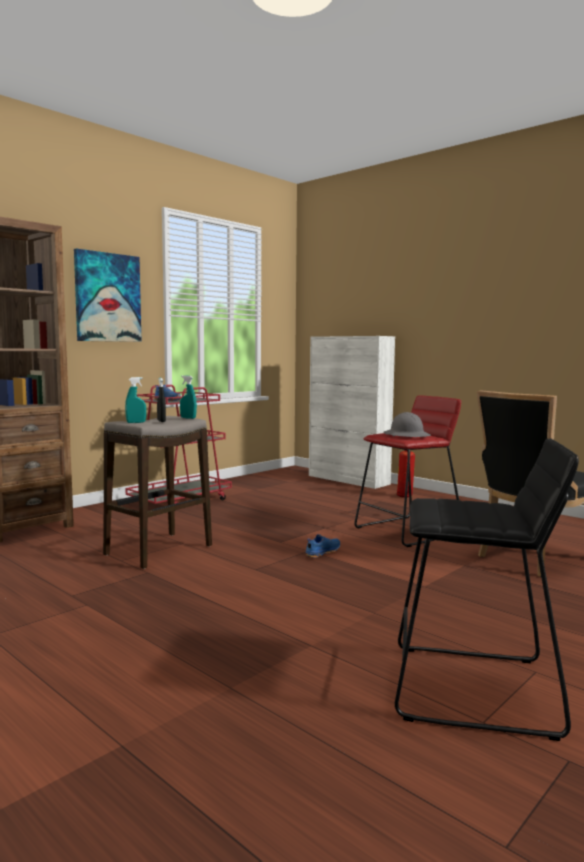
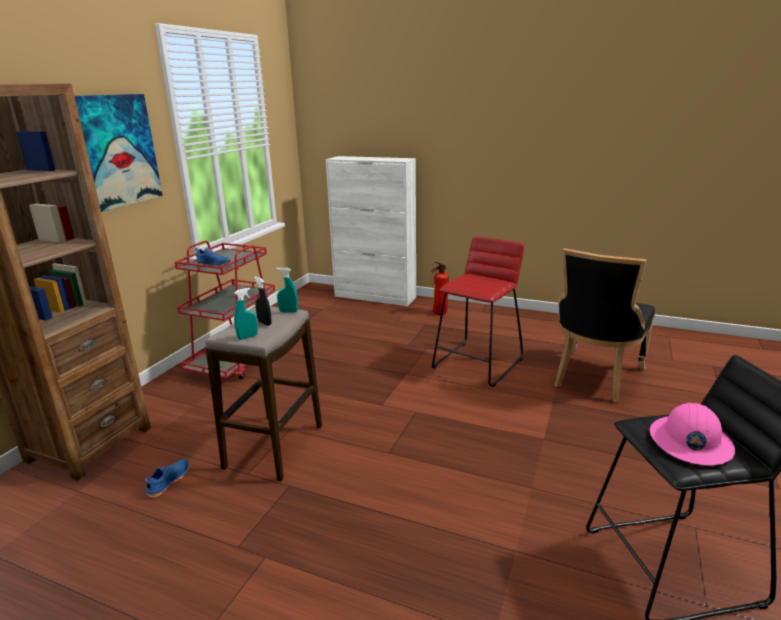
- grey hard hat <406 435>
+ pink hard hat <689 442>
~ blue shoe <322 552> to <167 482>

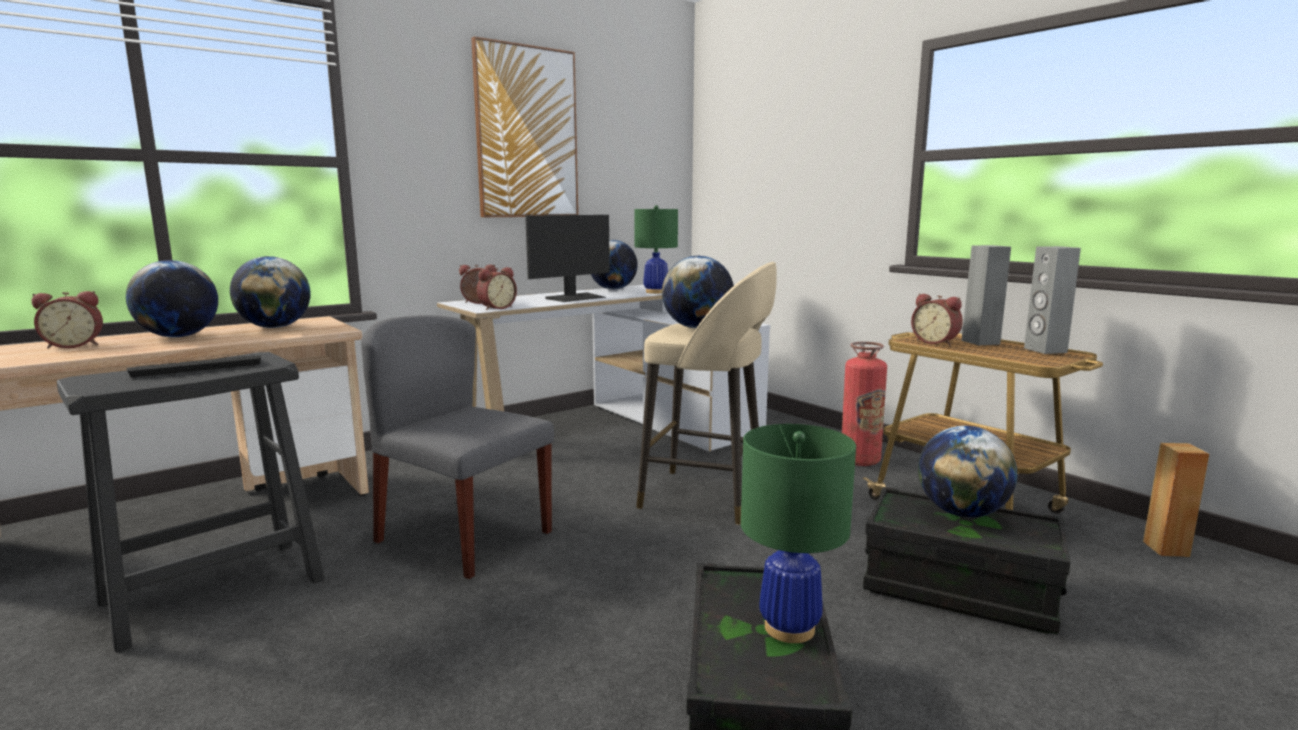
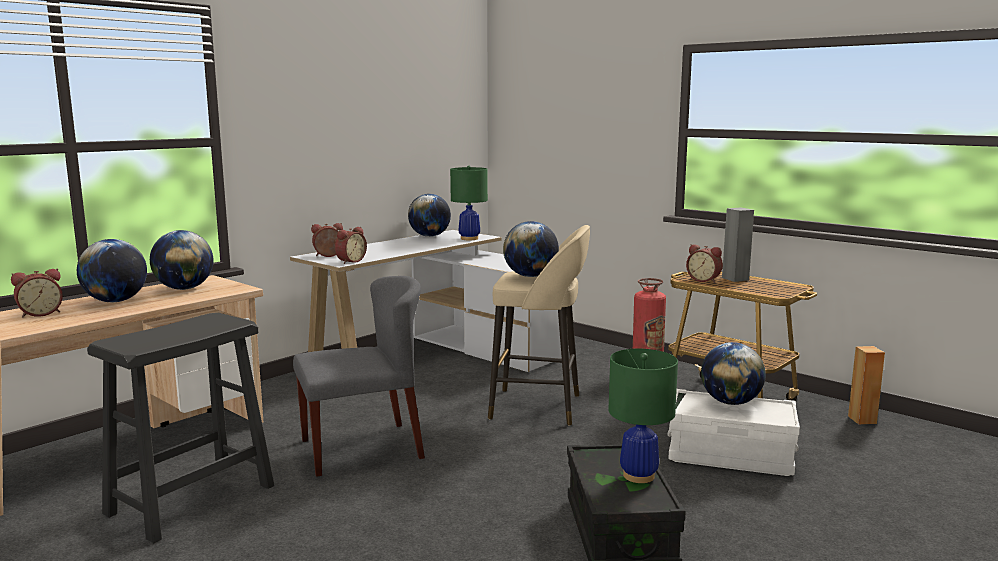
- keyboard <198 367>
- picture <526 133>
- monitor <575 298>
- grey speaker <1044 350>
~ black storage box <958 589> to white storage box <730 455>
~ grey chair <463 536> = <362 448> 135 degrees clockwise

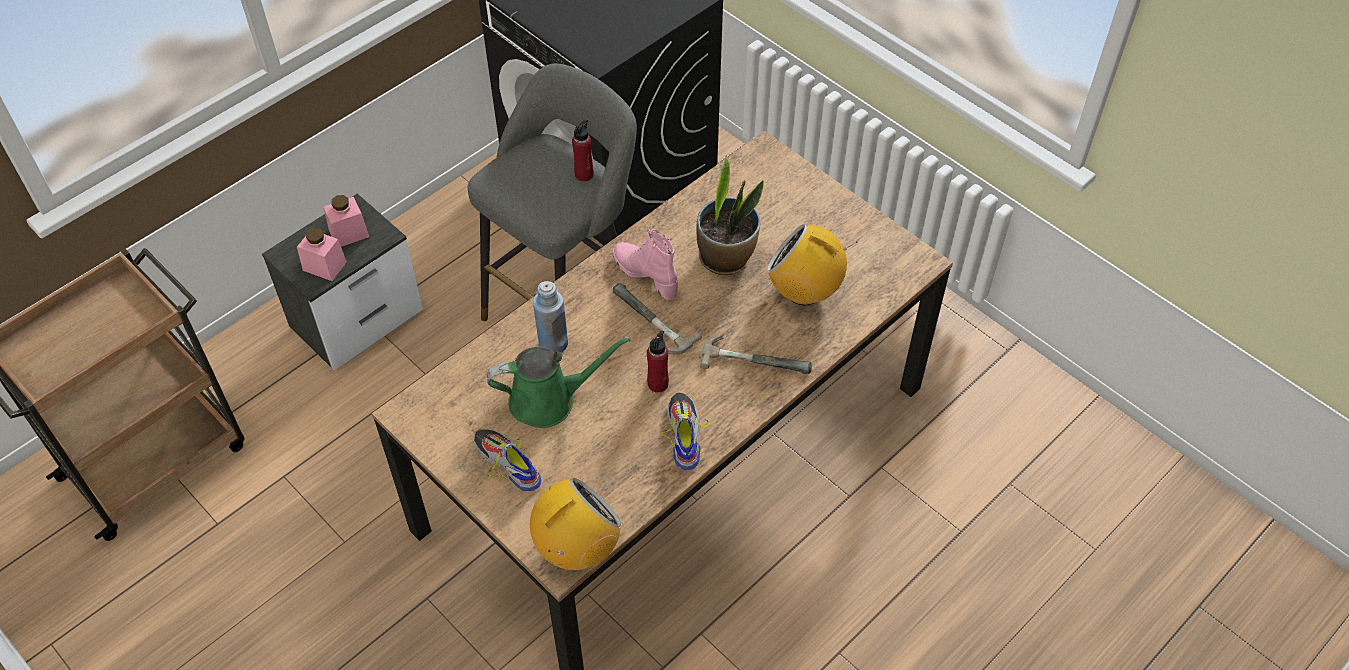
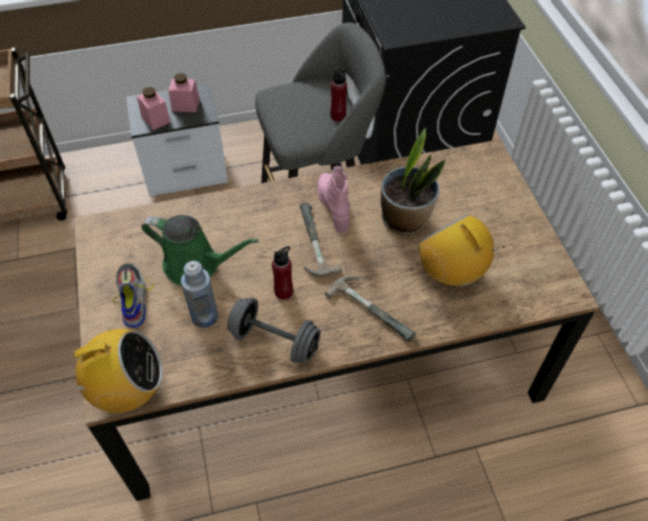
~ blue bottle <553 343> to <204 316>
~ shoe <684 434> to grey dumbbell <275 341>

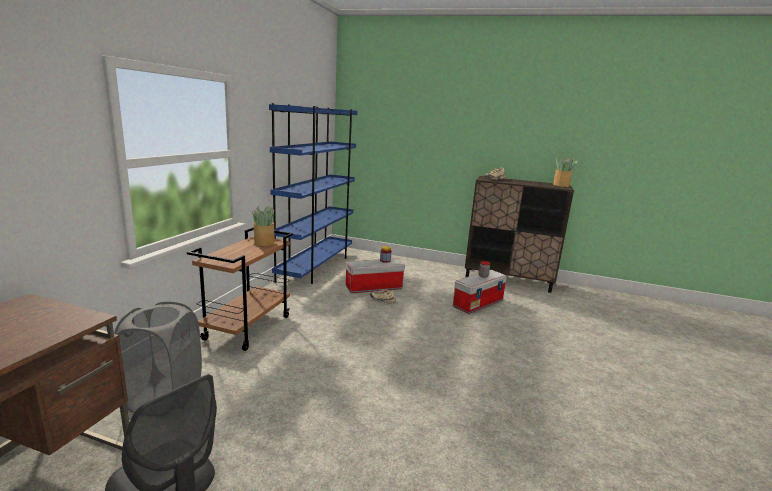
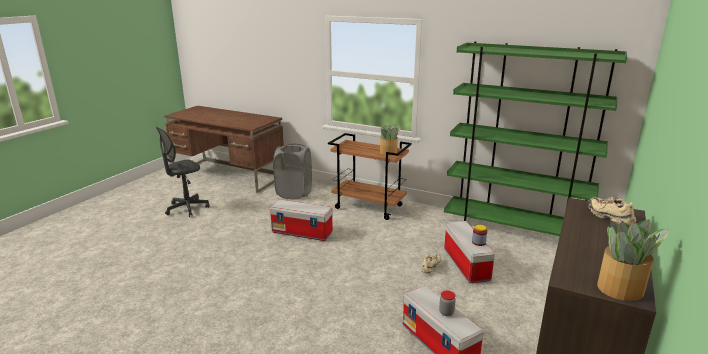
+ storage box <303 232>
~ blue bookcase <316 267> to green bookcase <513 231>

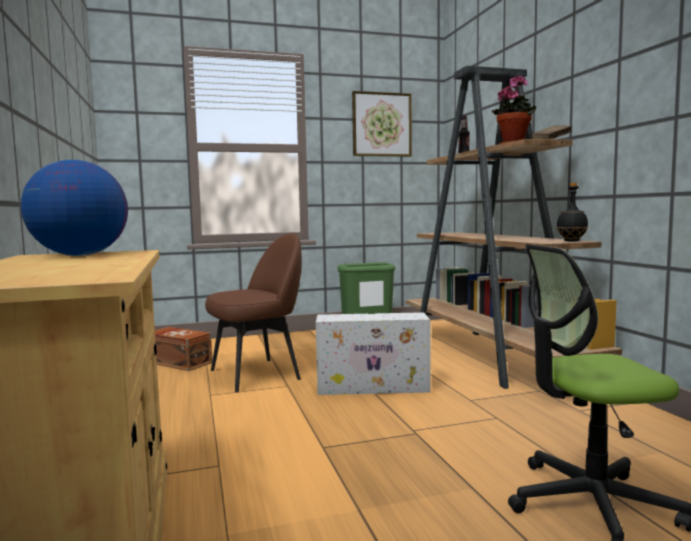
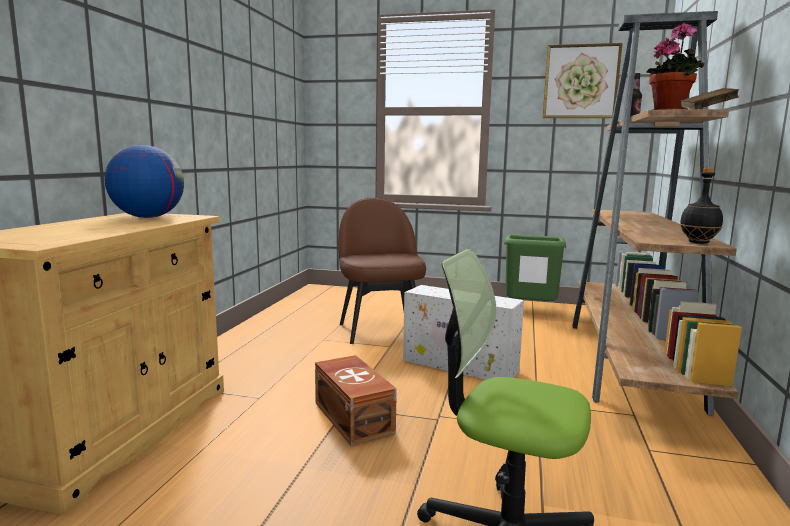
~ brown storage box <179 362> to <354 416>
~ brown chair <257 374> = <380 330> 105 degrees counterclockwise

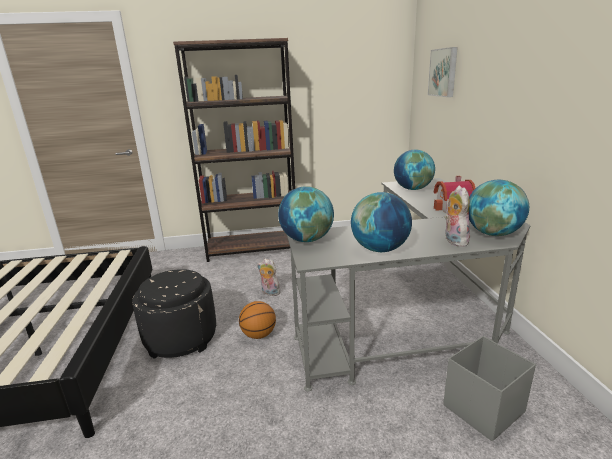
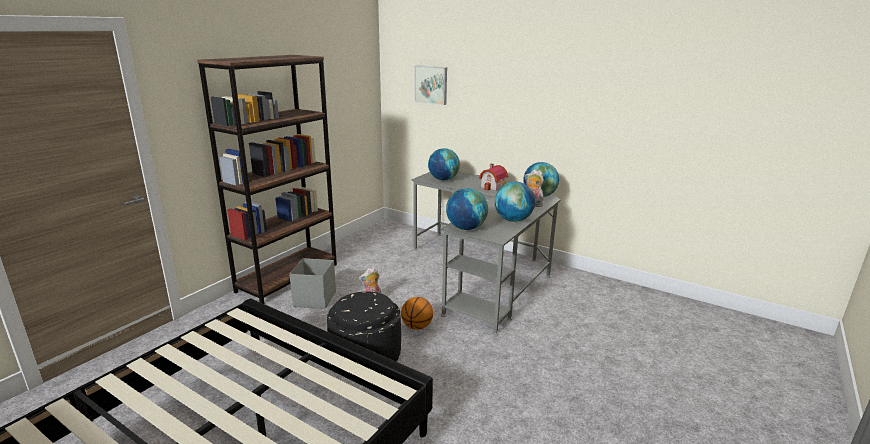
~ grey storage box <482 409> to <314 299>

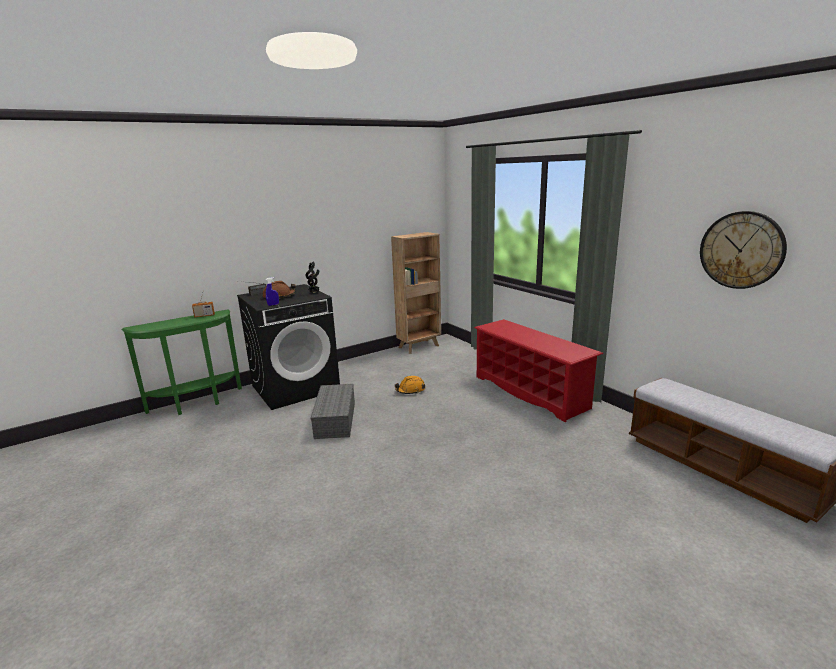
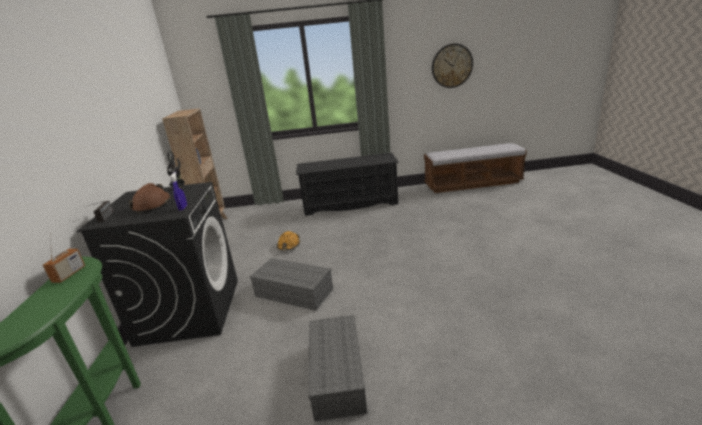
+ grey storage box <339 376>
~ red shoe rack <530 392> to black shoe rack <350 204>

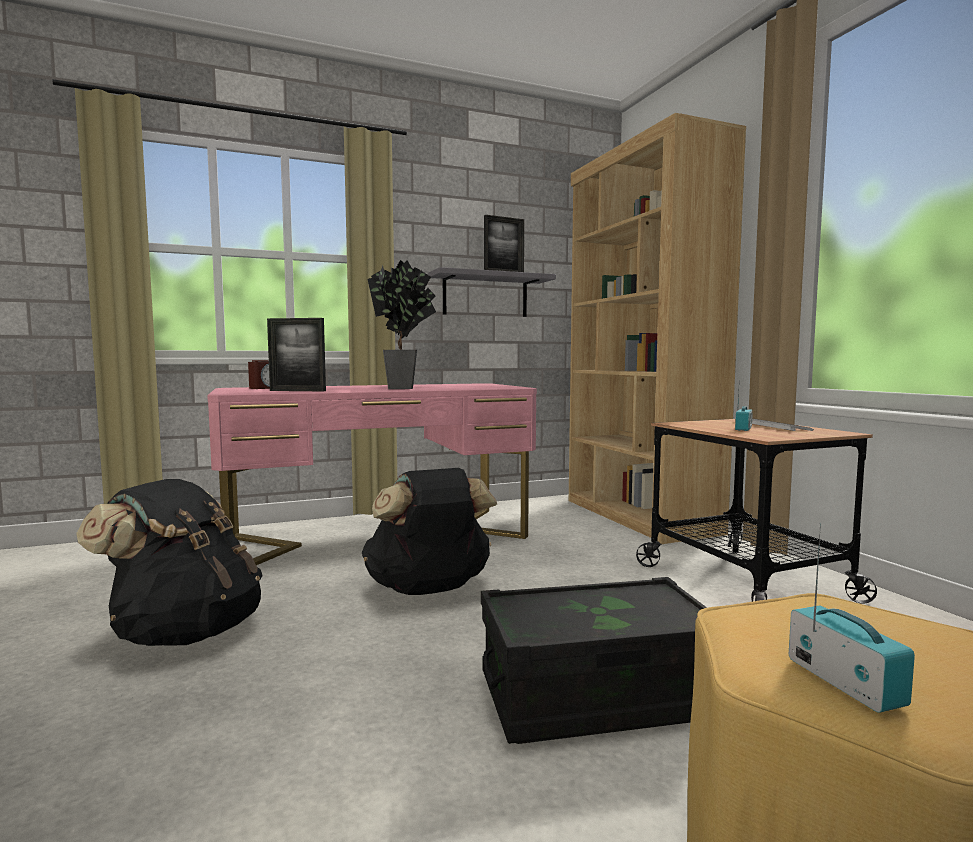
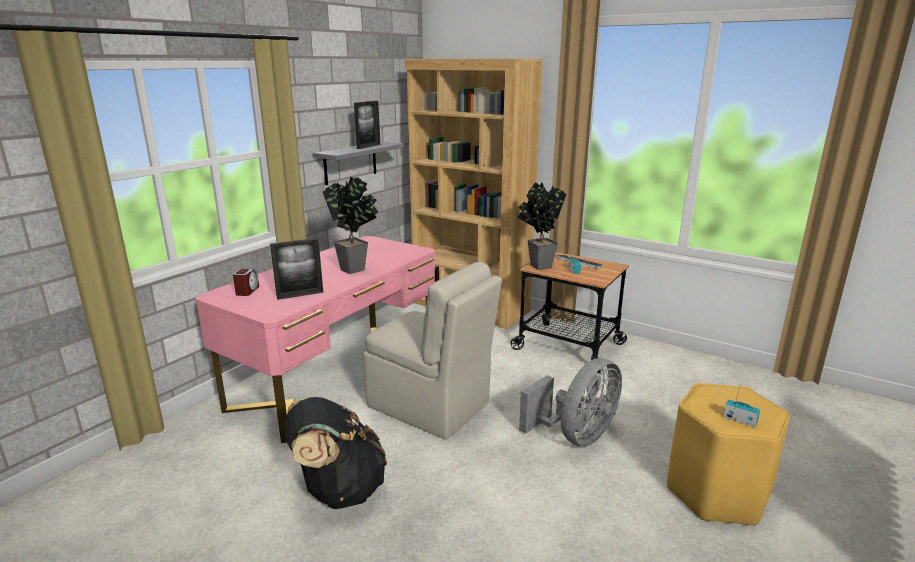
+ potted plant <537 266>
~ black backpack <429 590> to beige chair <431 406>
~ black storage box <596 697> to grey fan <576 436>

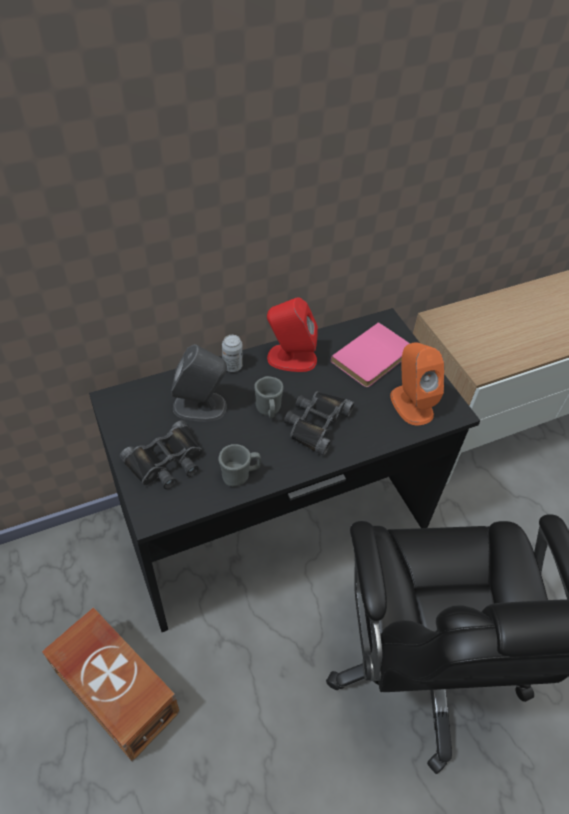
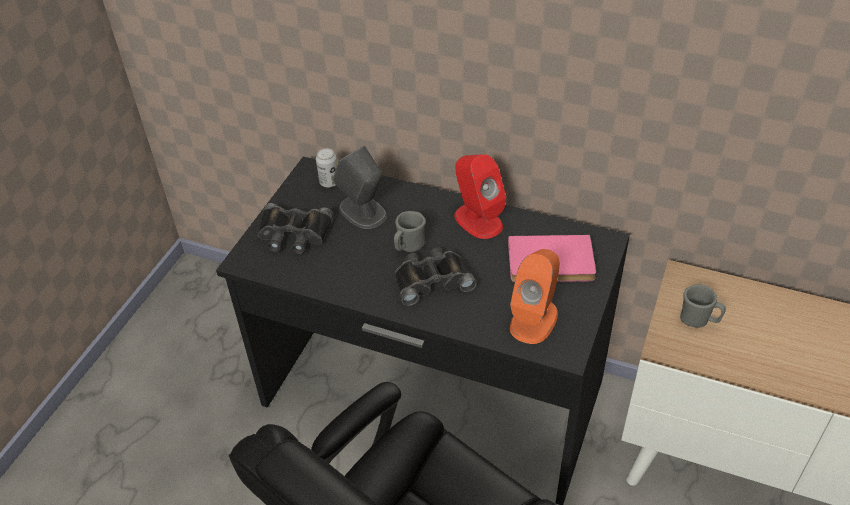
- brown storage box <117 689>
~ grey mug <240 475> to <698 320>
~ can <232 366> to <329 182>

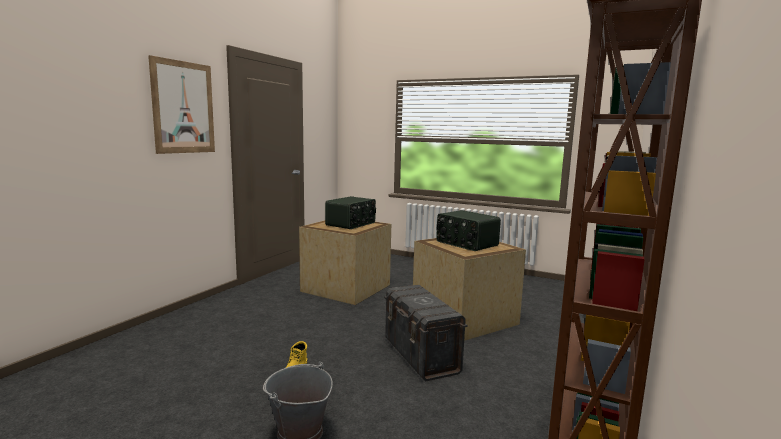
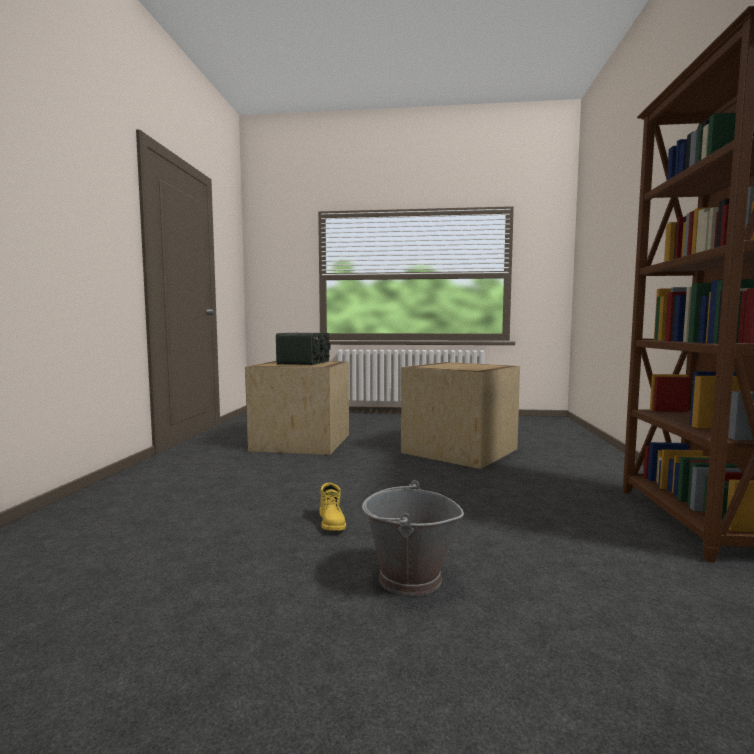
- picture <183 107>
- grey storage box <420 355>
- radio <466 244>

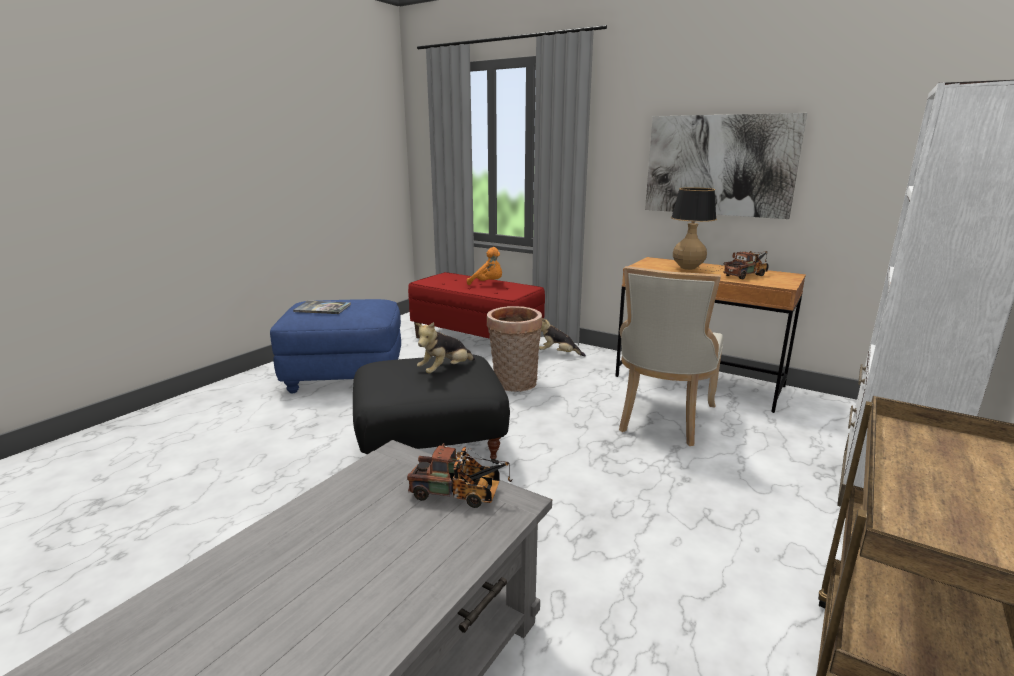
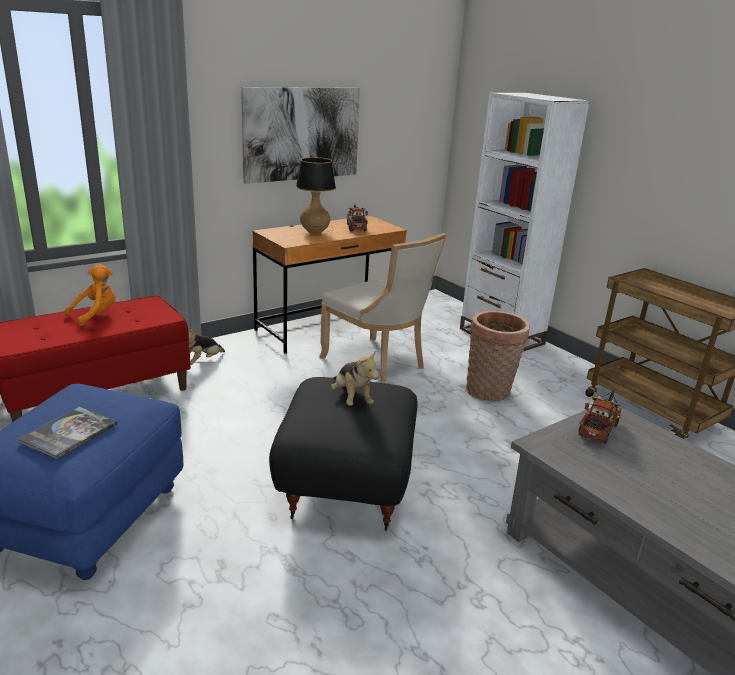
~ basket <514 385> to <490 392>

